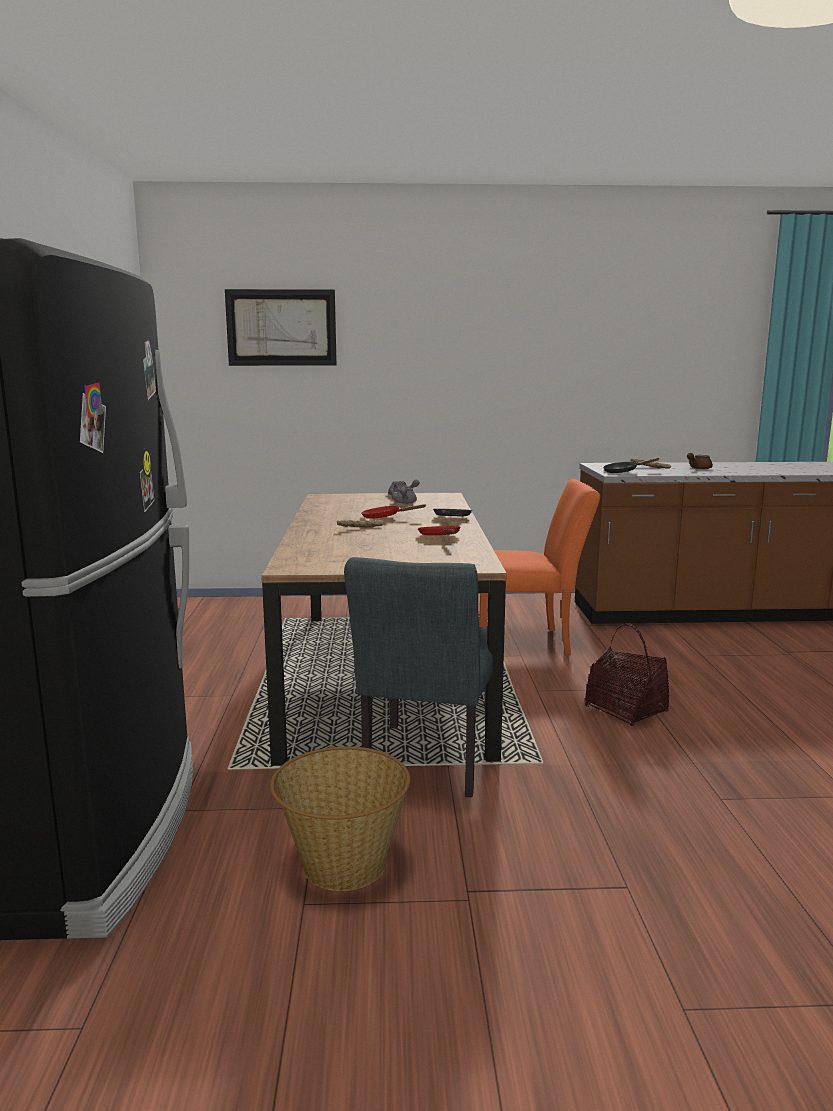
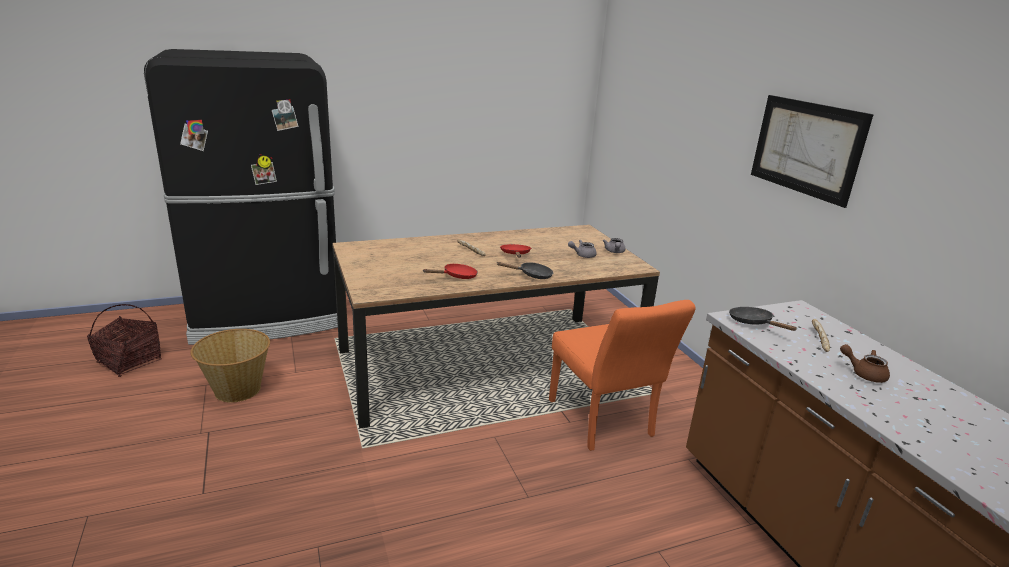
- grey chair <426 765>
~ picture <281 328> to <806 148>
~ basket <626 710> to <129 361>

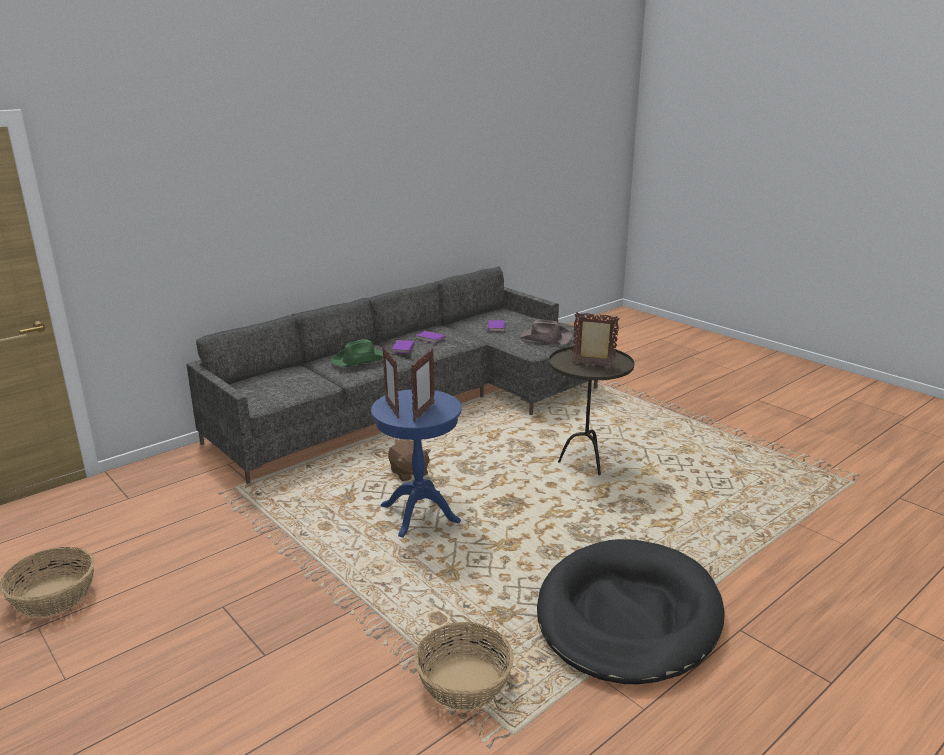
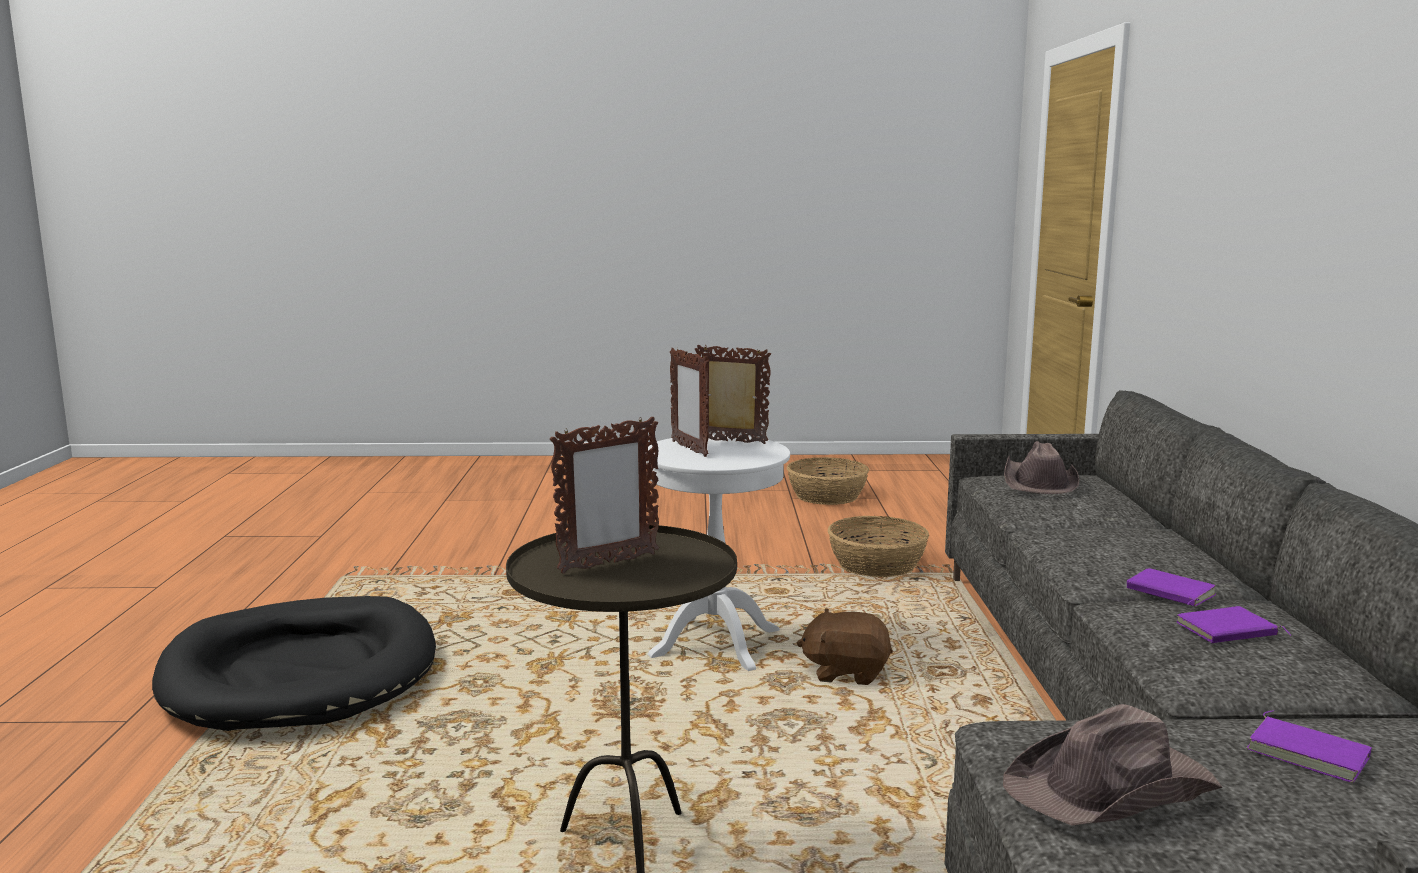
- green hat <360 360>
+ brown hat <1039 482>
~ basket <463 683> to <877 565>
~ blue side table <420 514> to white side table <715 643>

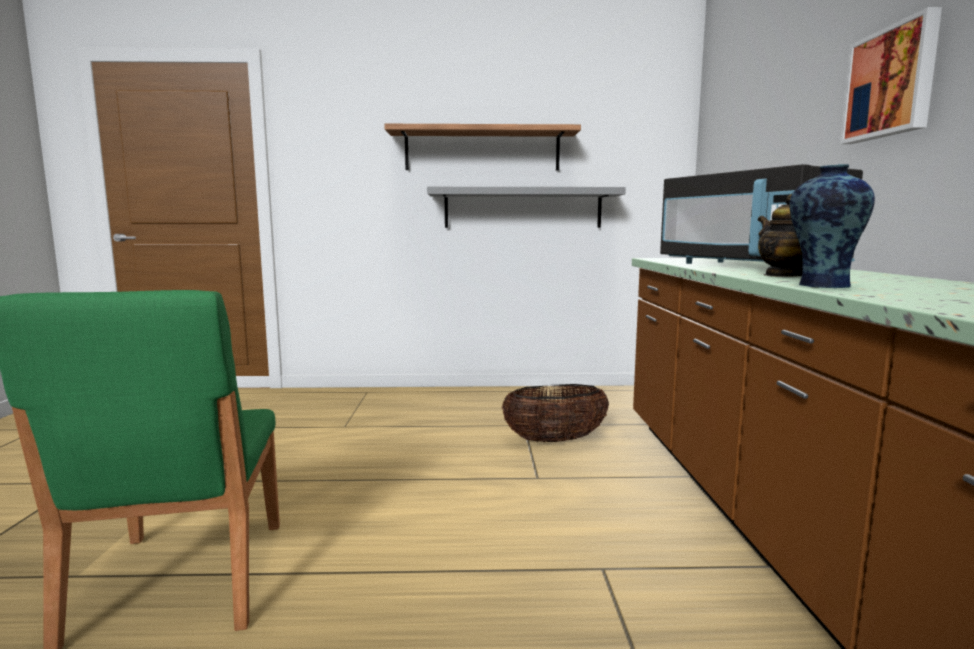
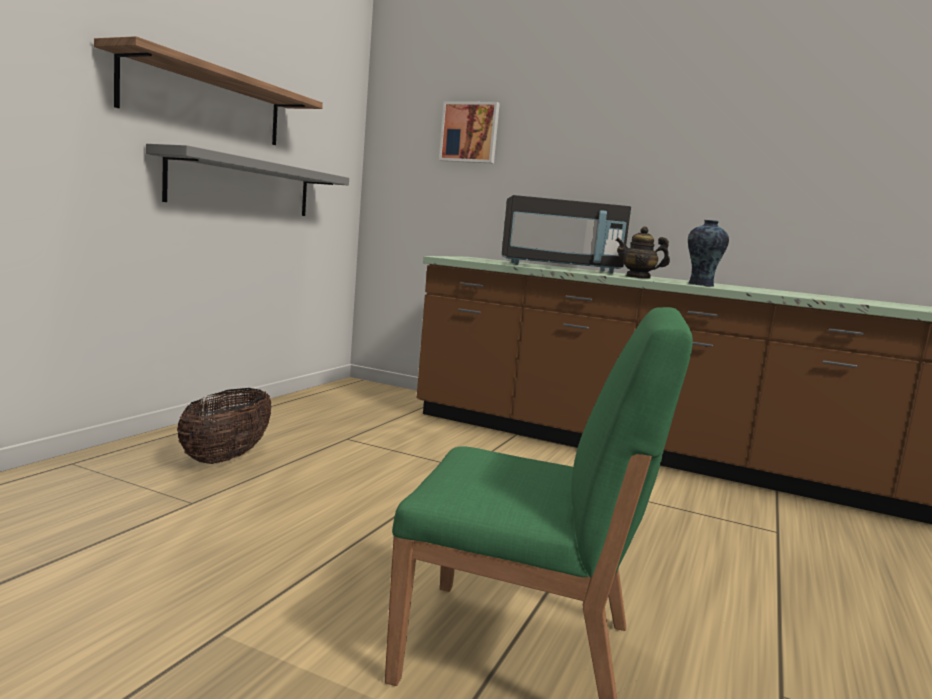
~ basket <555 440> to <226 458>
~ picture <891 83> to <470 132>

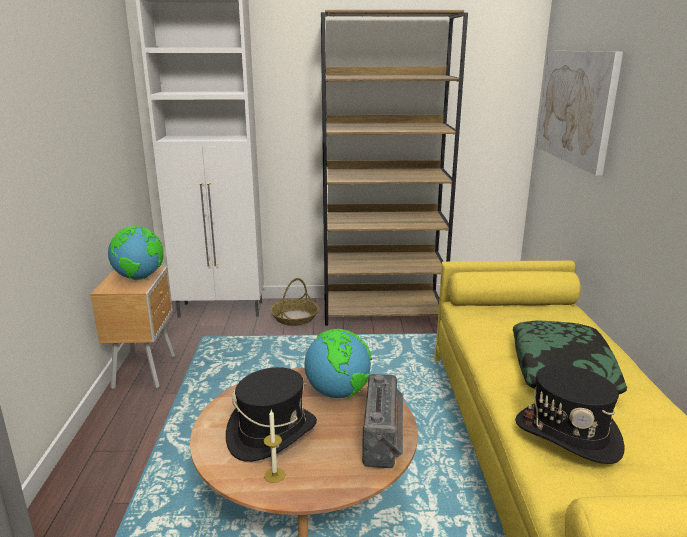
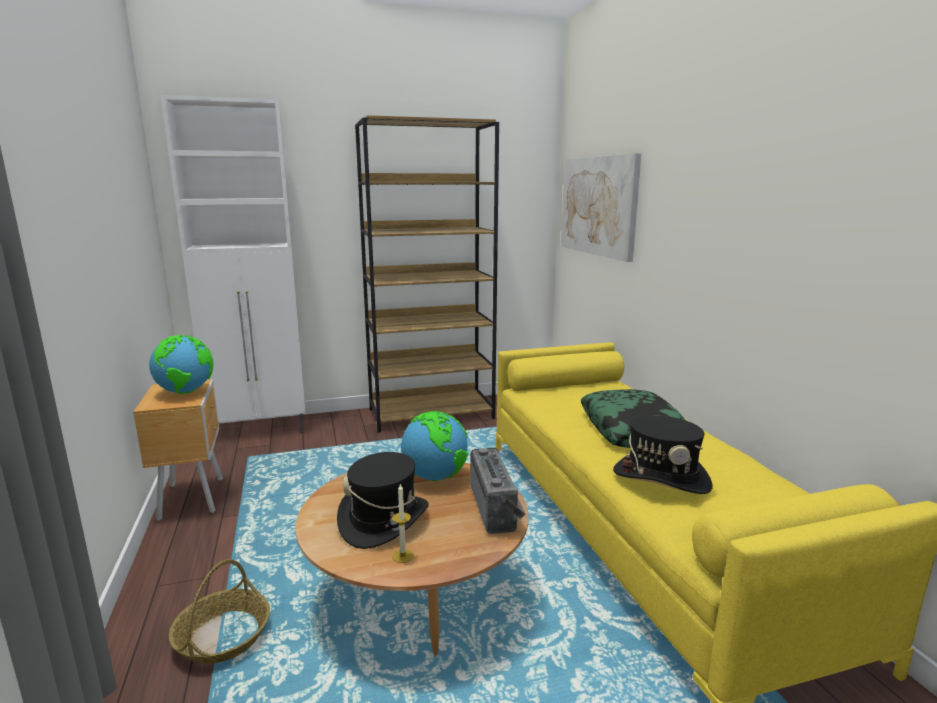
~ basket <295 317> to <223 635>

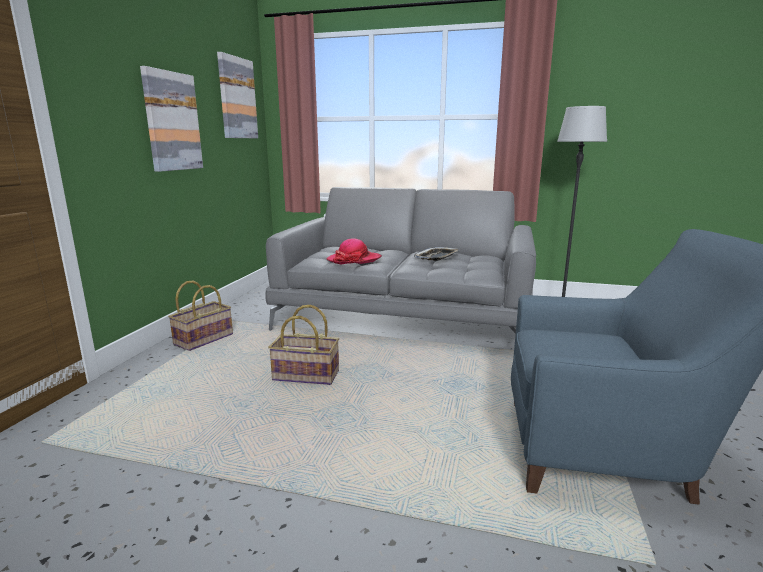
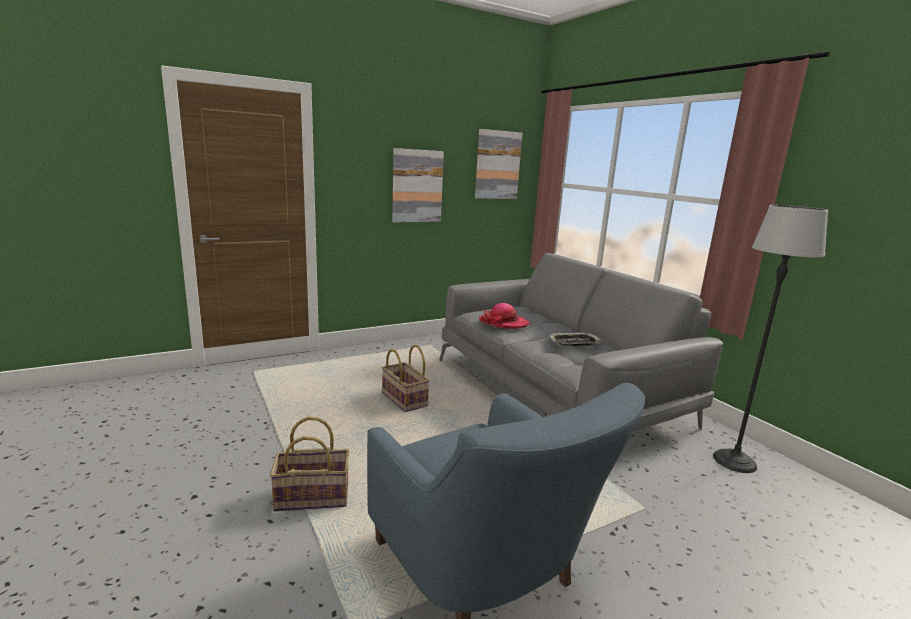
~ basket <203 339> to <313 496>

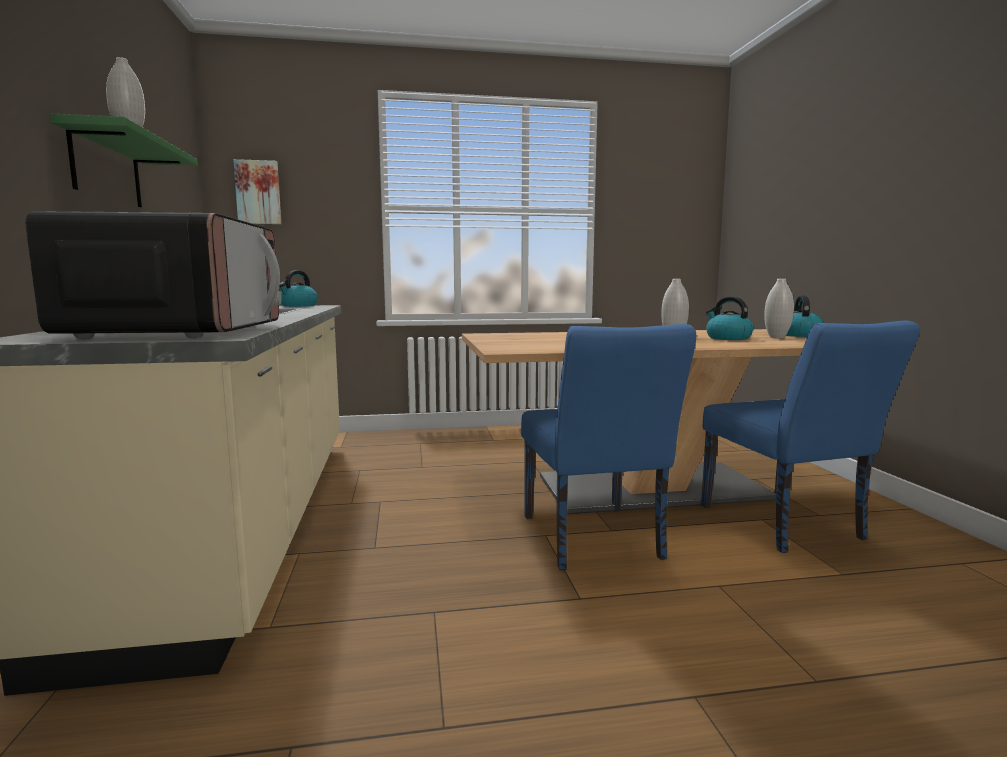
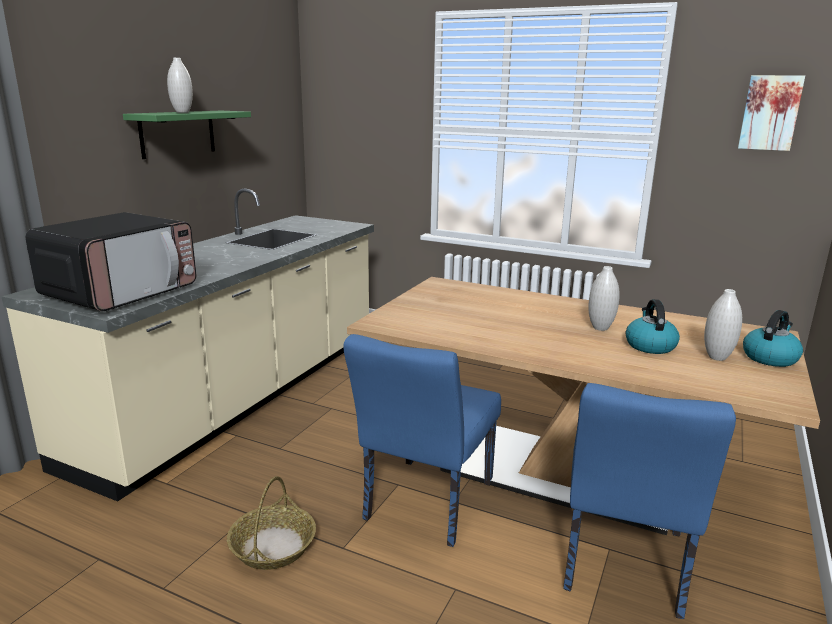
- kettle <298 306>
+ basket <273 546>
~ picture <258 192> to <770 113>

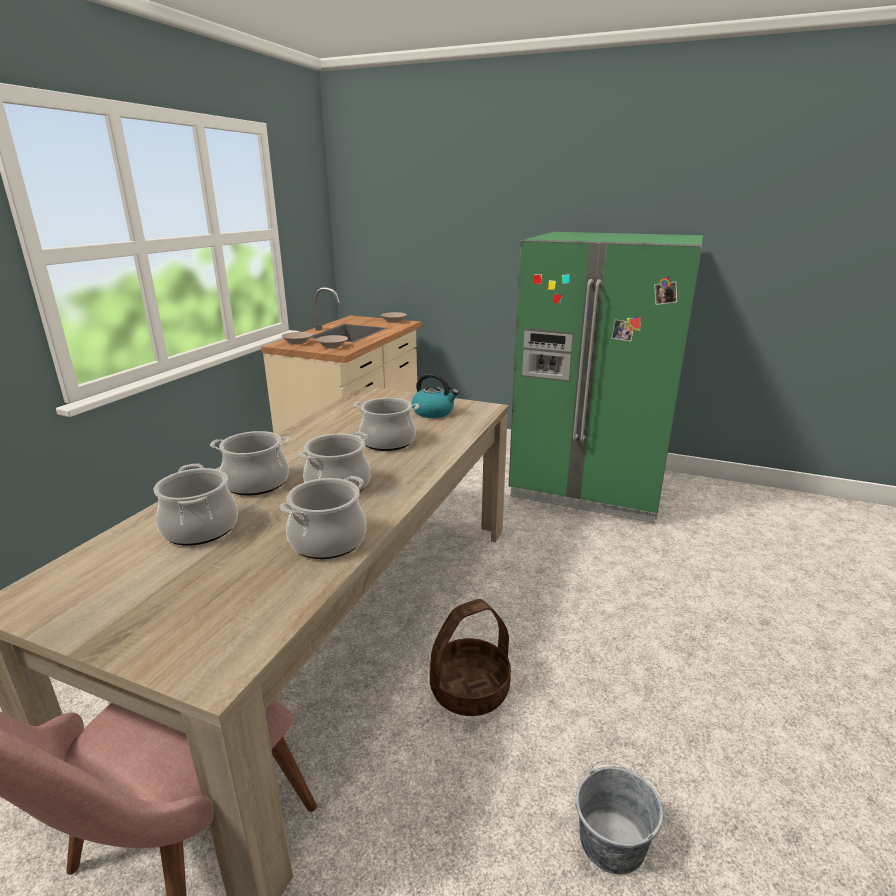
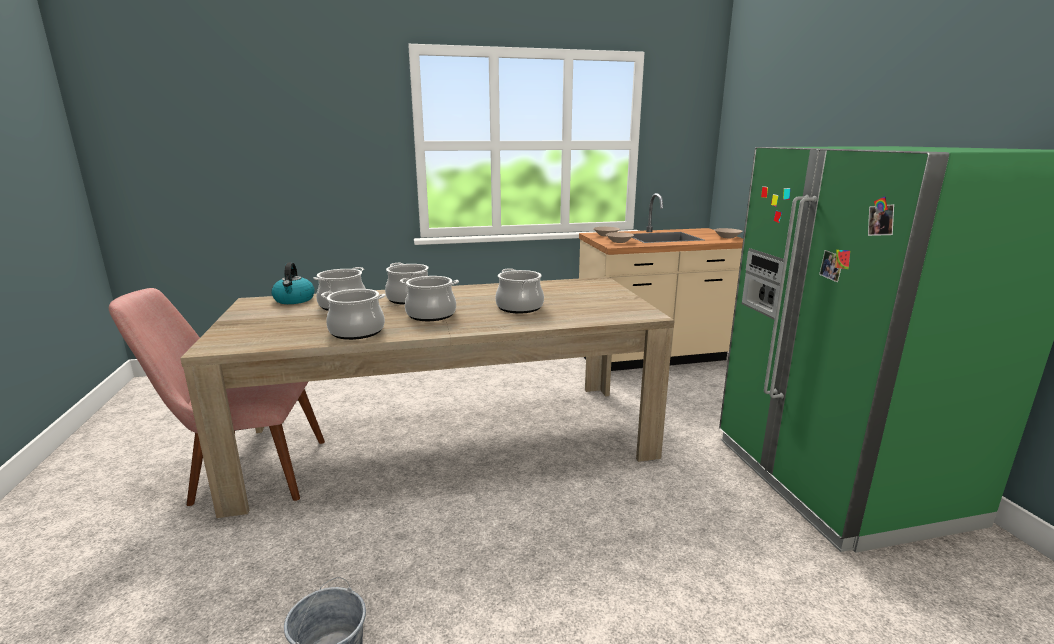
- basket <469 689>
~ kettle <434 412> to <294 300>

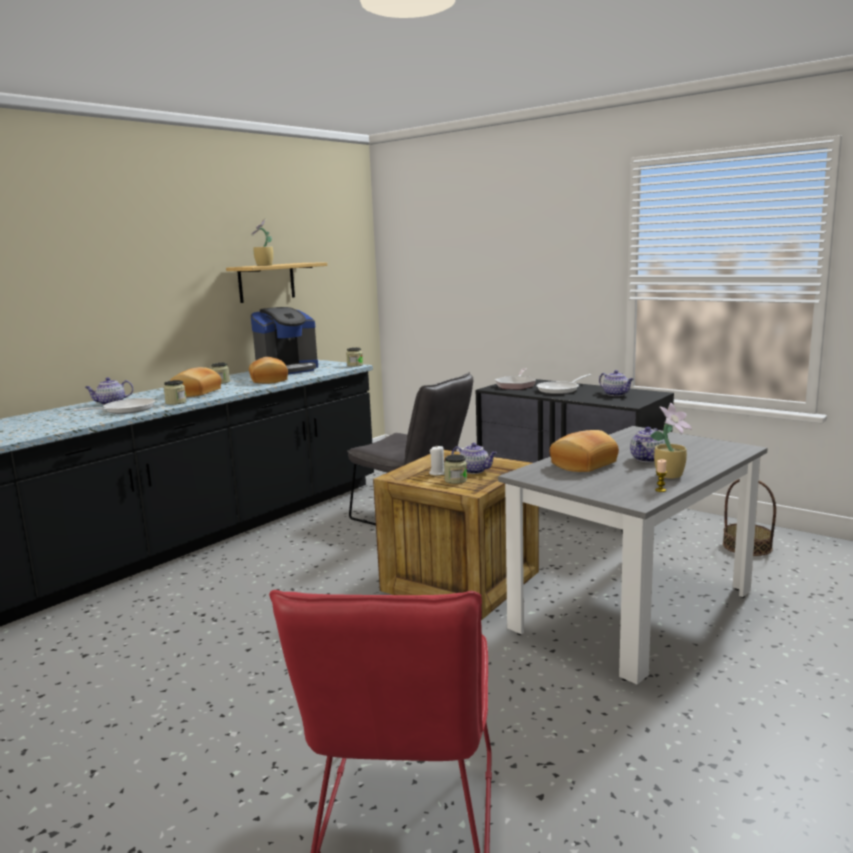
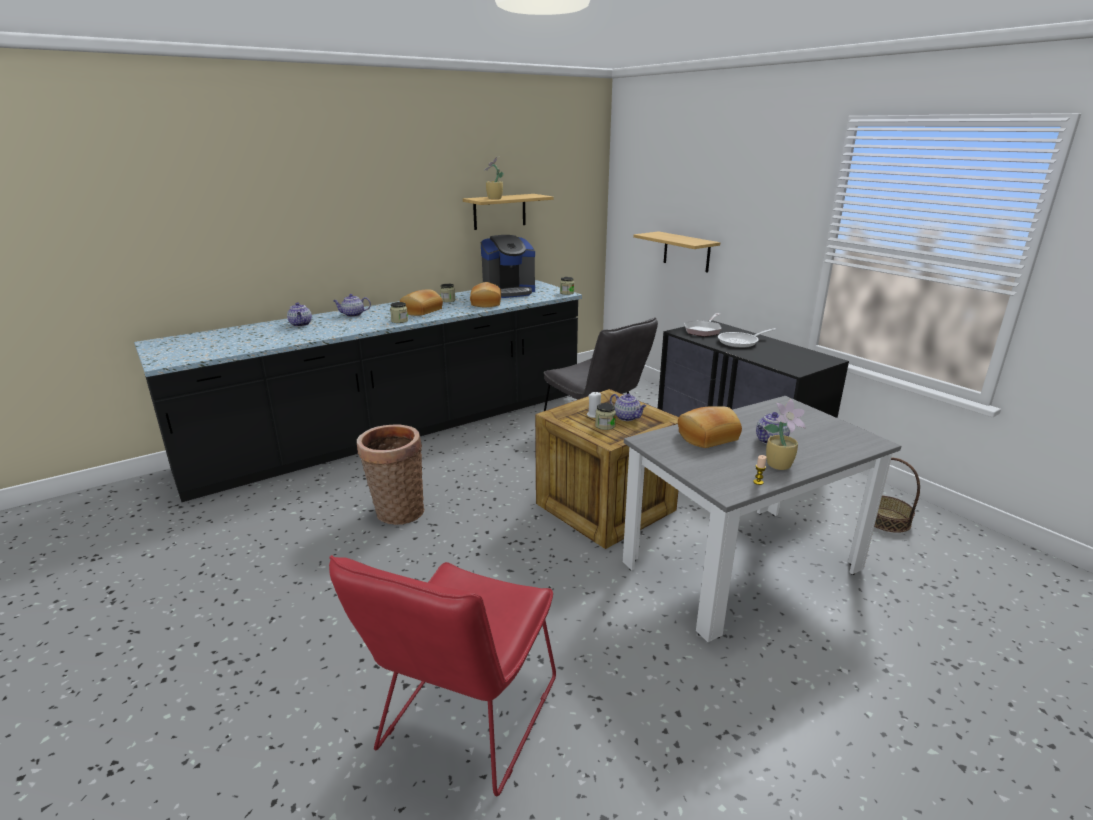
- frying pan <125 410>
+ basket <396 512>
+ shelf <686 252>
~ teapot <616 394> to <301 324>

